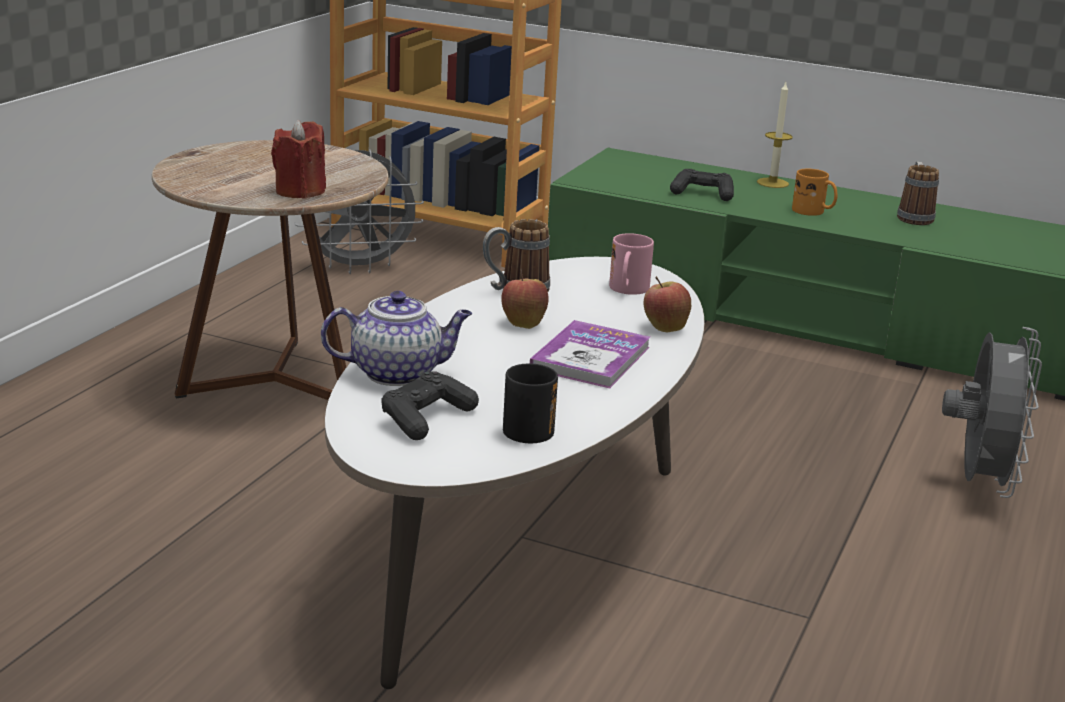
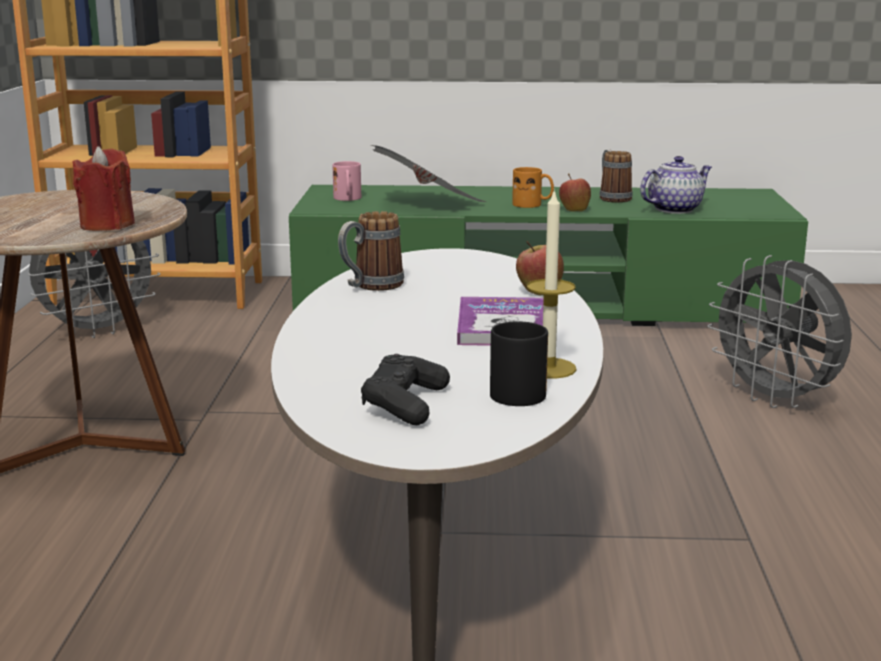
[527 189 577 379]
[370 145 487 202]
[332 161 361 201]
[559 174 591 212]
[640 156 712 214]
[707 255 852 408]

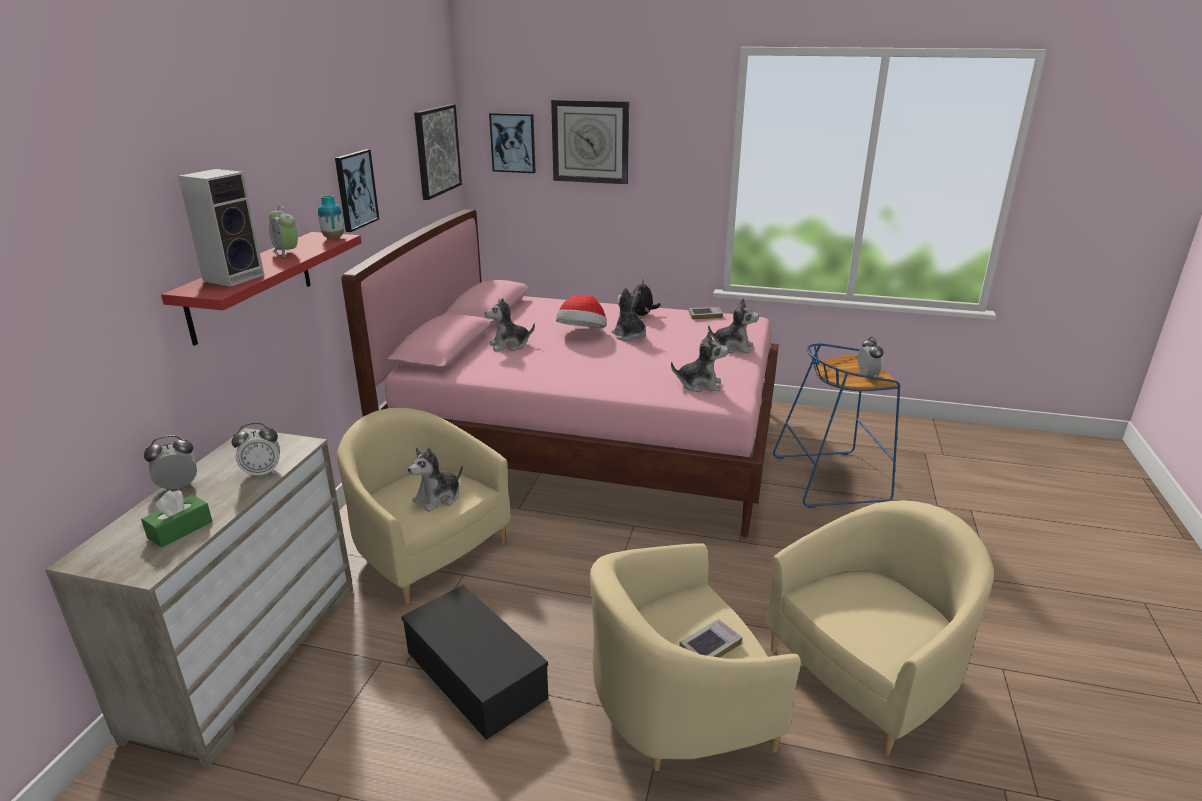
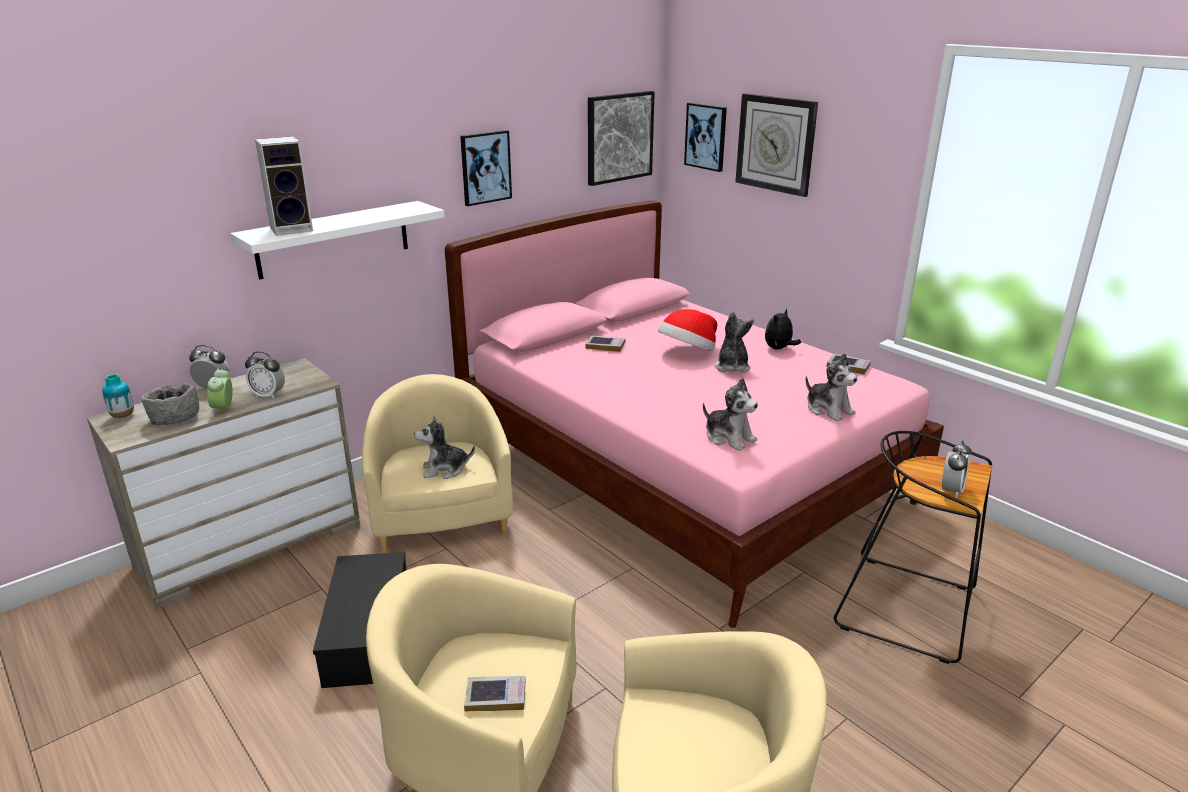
[102 374 134 418]
[207 368 233 417]
[230 201 445 280]
[585 335 625 352]
[834 431 992 664]
[142 384 199 426]

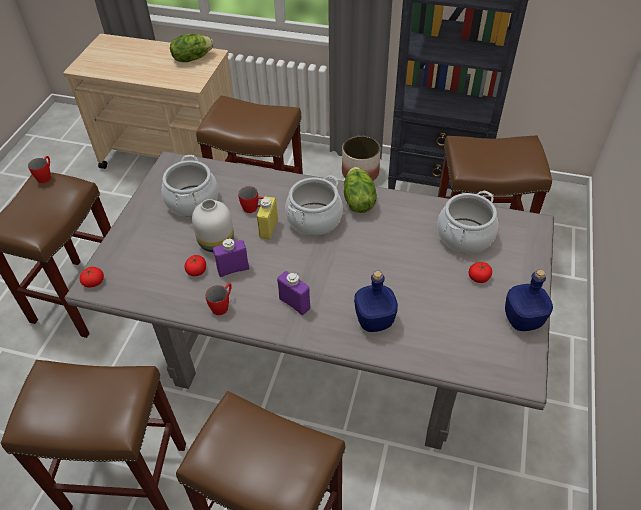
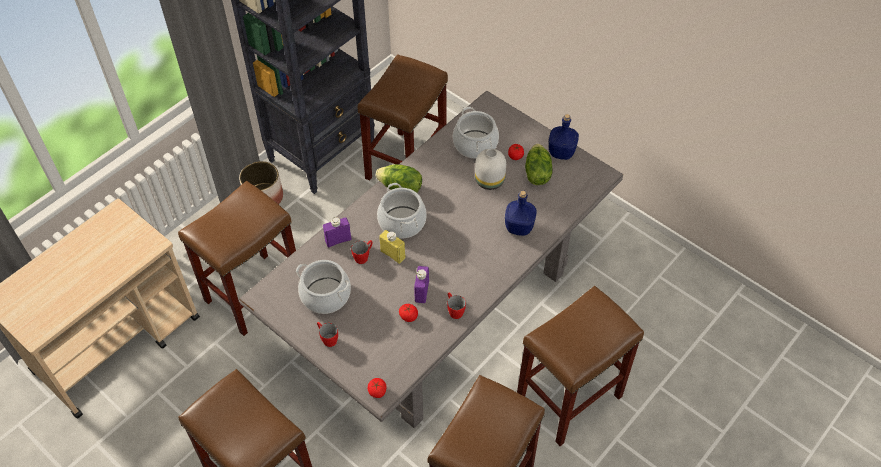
[525 144 553 185]
[317 322 338 347]
[475 149 506 190]
[323 217 351 248]

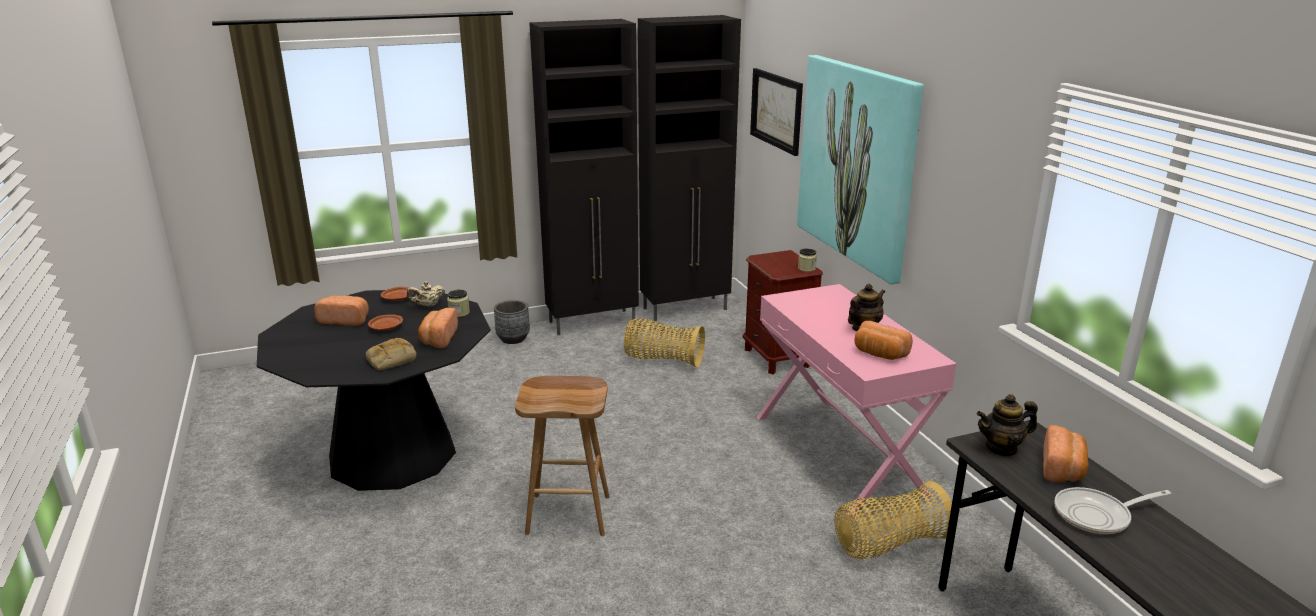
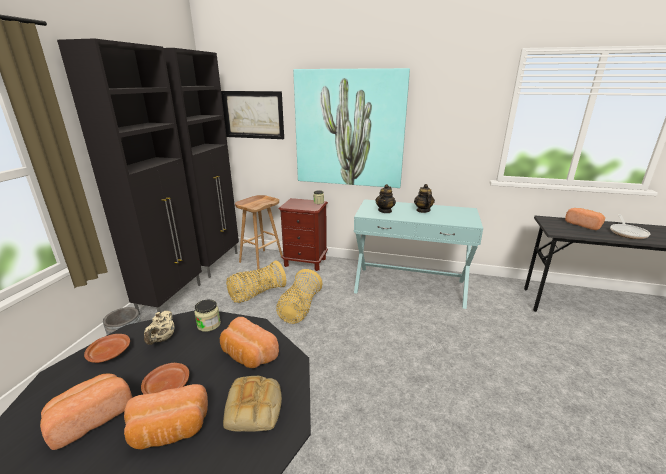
[354 199 483 309]
[124 384 208 449]
[235 195 283 271]
[375 184 396 213]
[276 269 323 324]

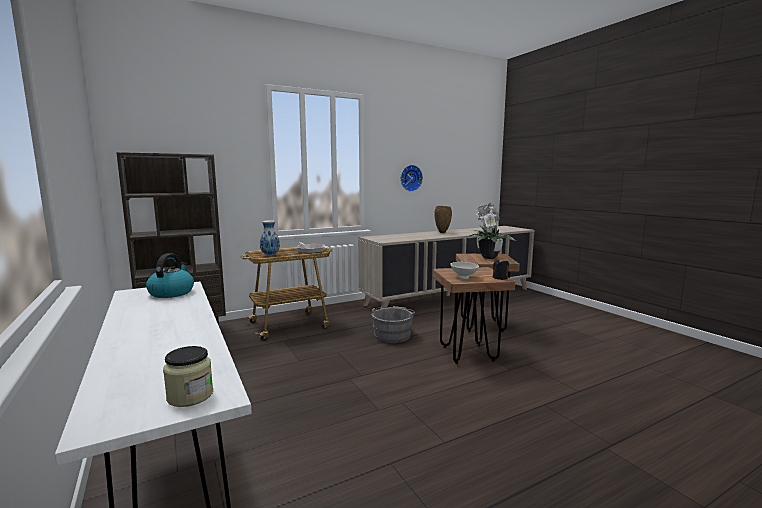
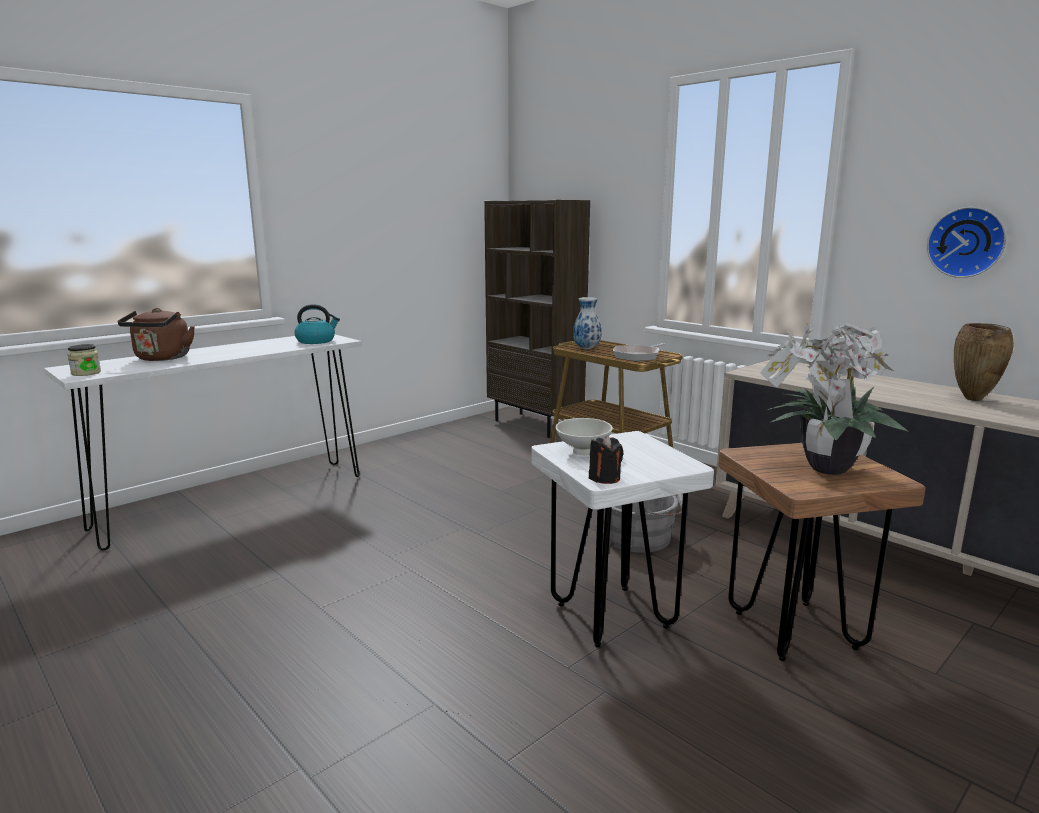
[531 431 714 647]
[118 308 195 361]

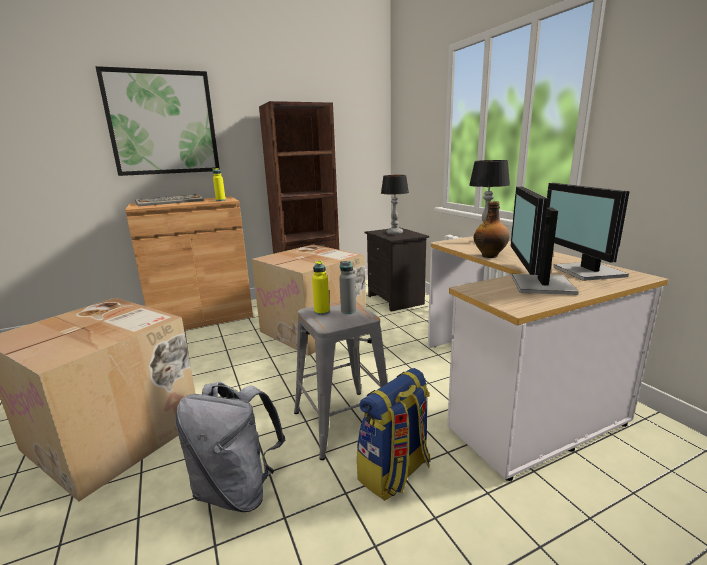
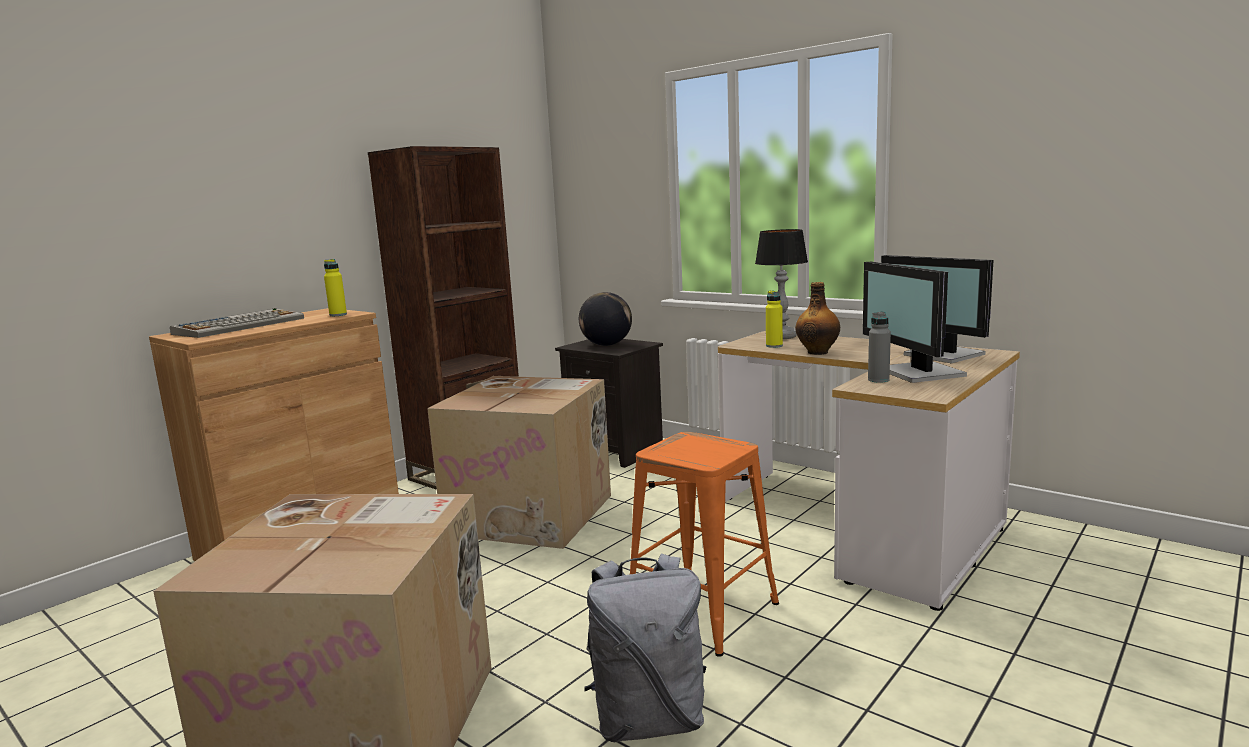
[95 66 220 176] (first image)
[579 292 632 346]
[766 290 783 348]
[868 311 891 382]
[630 432 779 657]
[357 368 431 501] (first image)

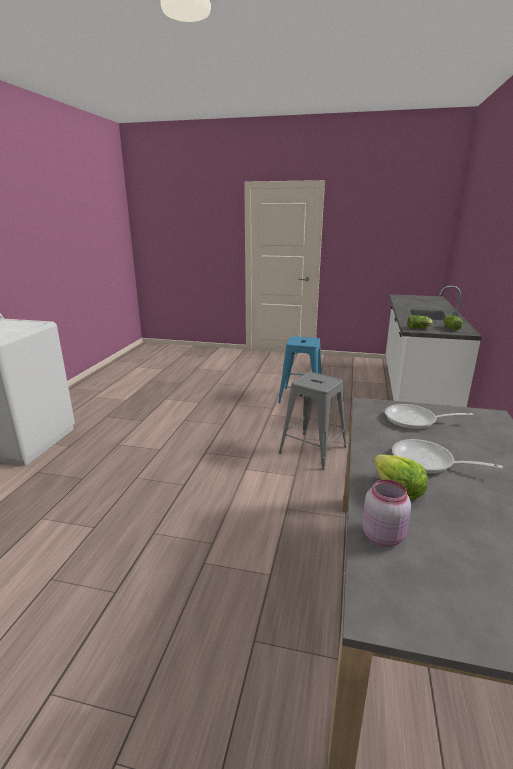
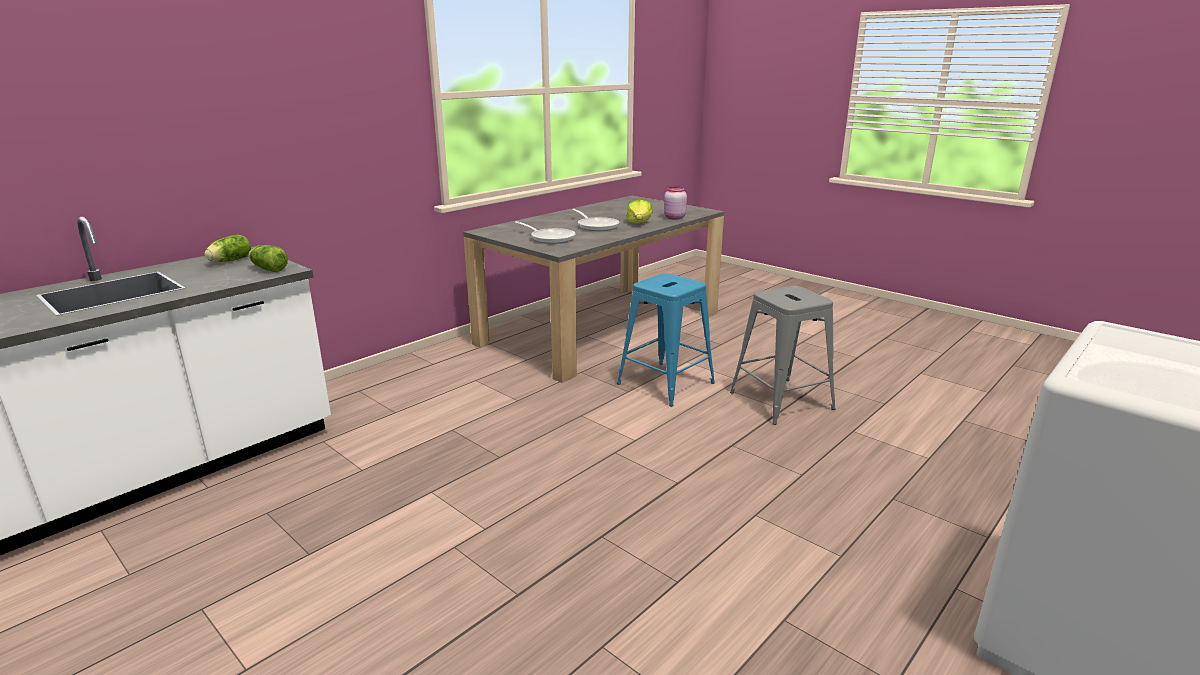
[617 273 715 406]
[730 286 836 425]

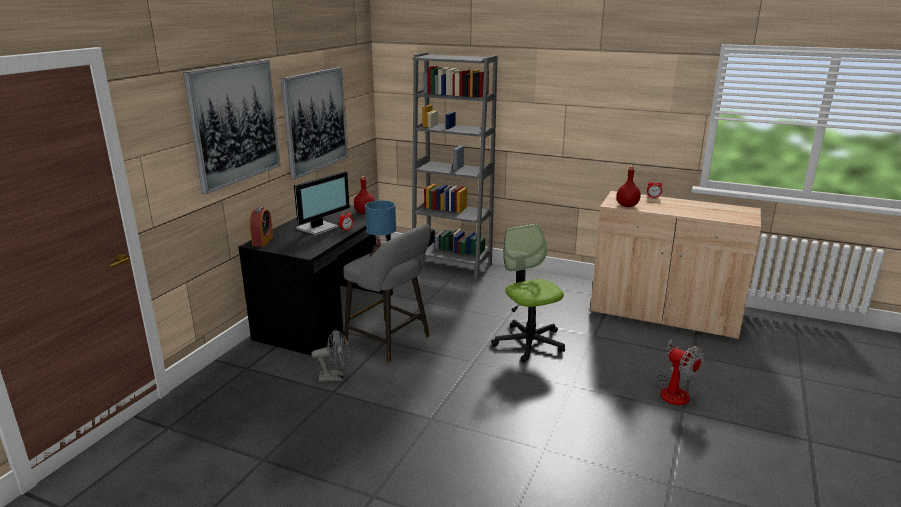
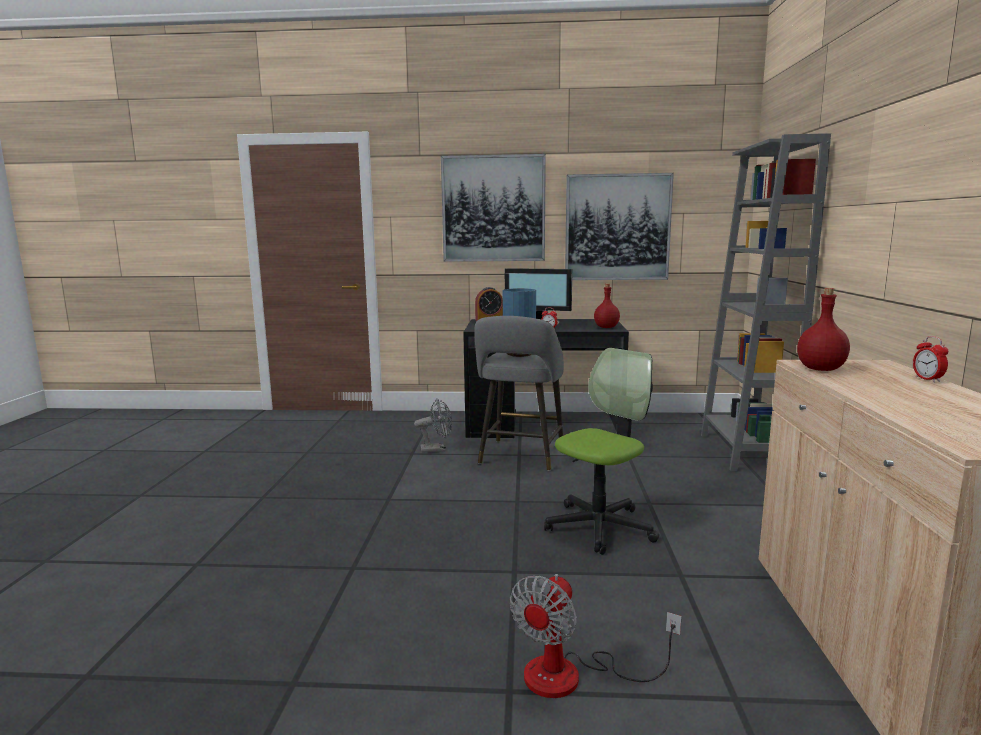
[414 398 452 453]

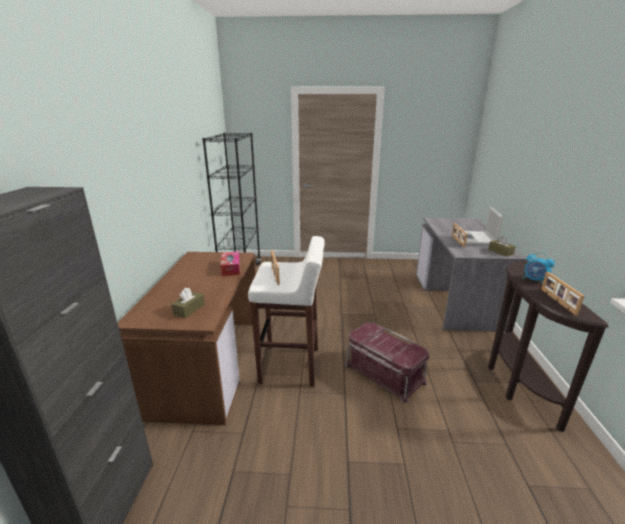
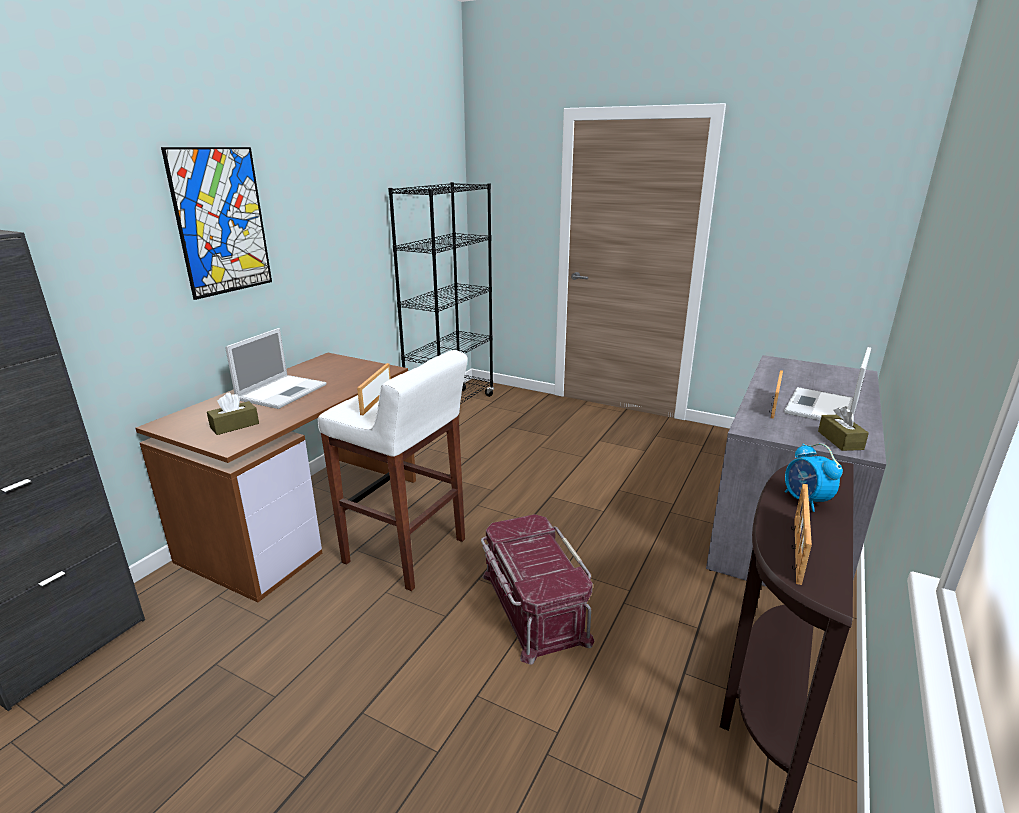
[220 252 240 276] (first image)
[161 147 272 300]
[225 328 326 409]

